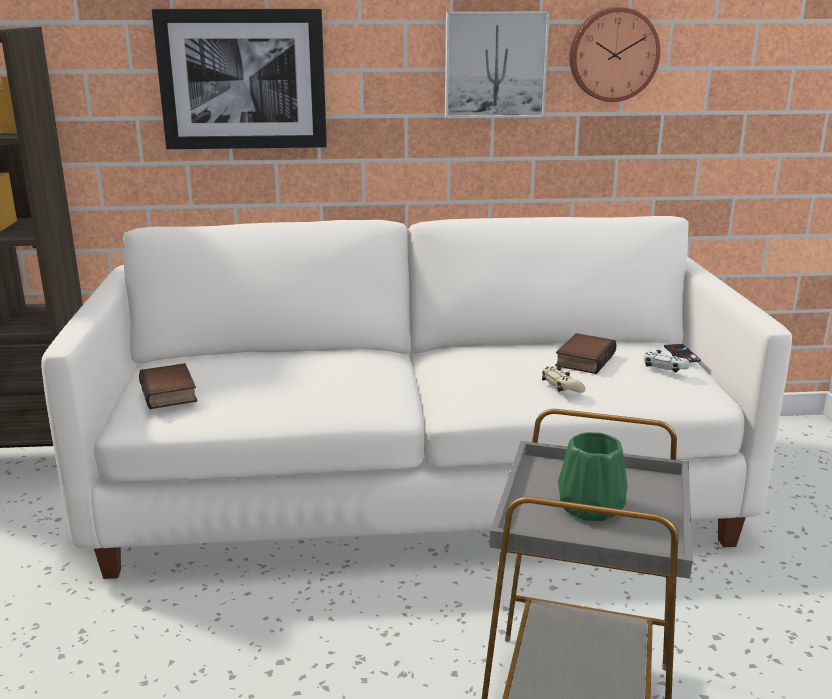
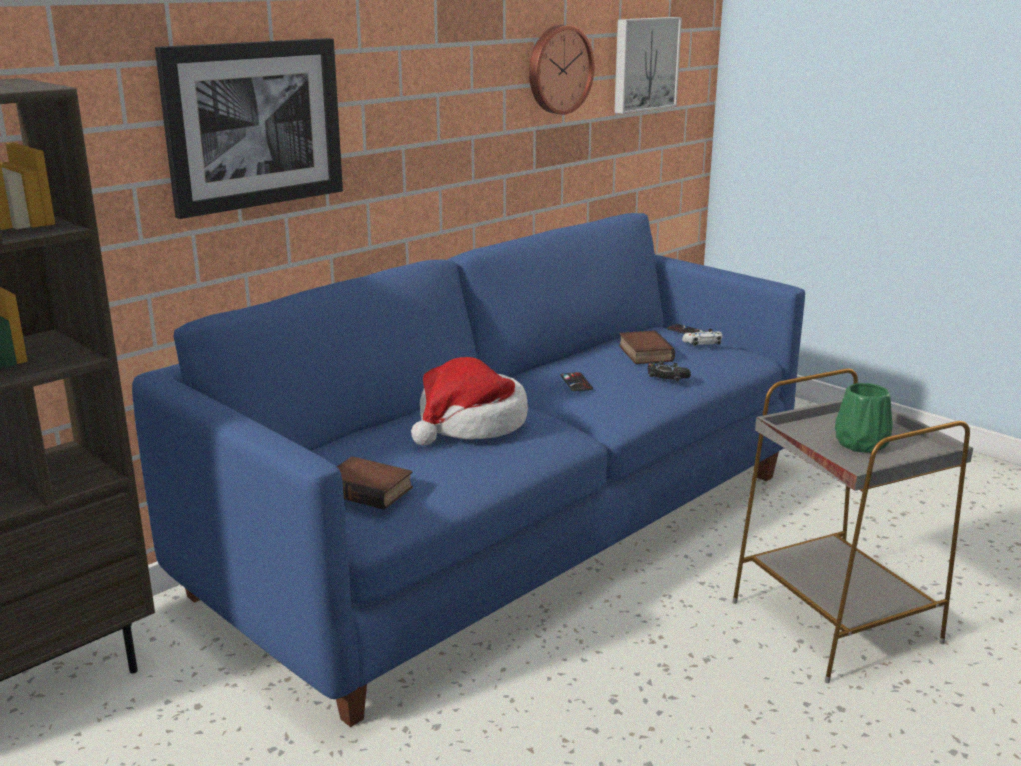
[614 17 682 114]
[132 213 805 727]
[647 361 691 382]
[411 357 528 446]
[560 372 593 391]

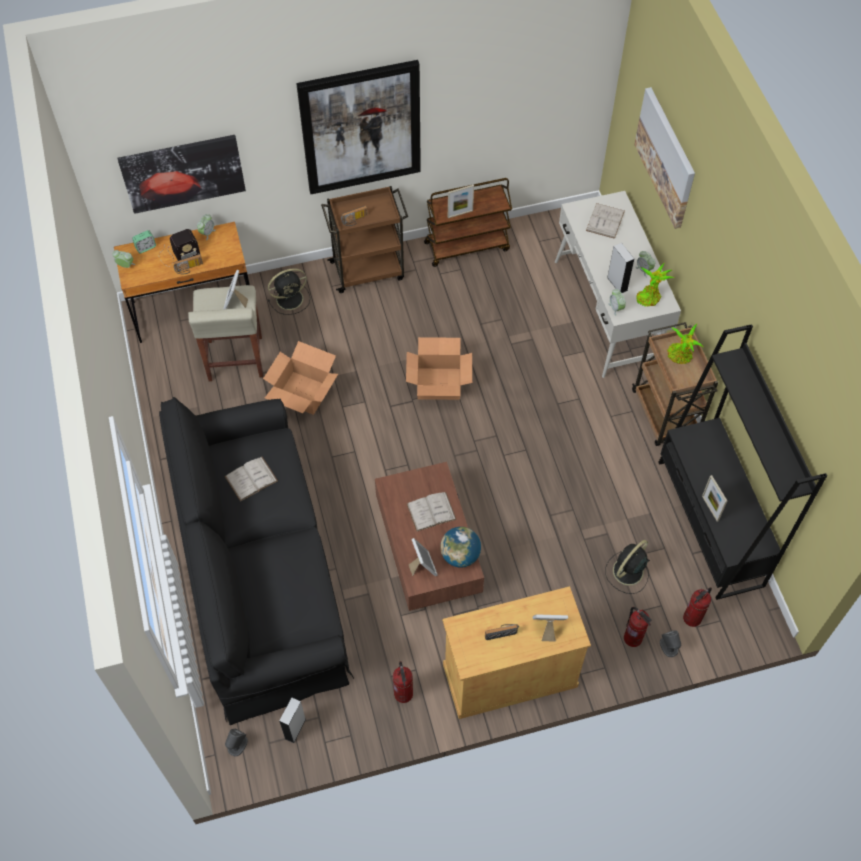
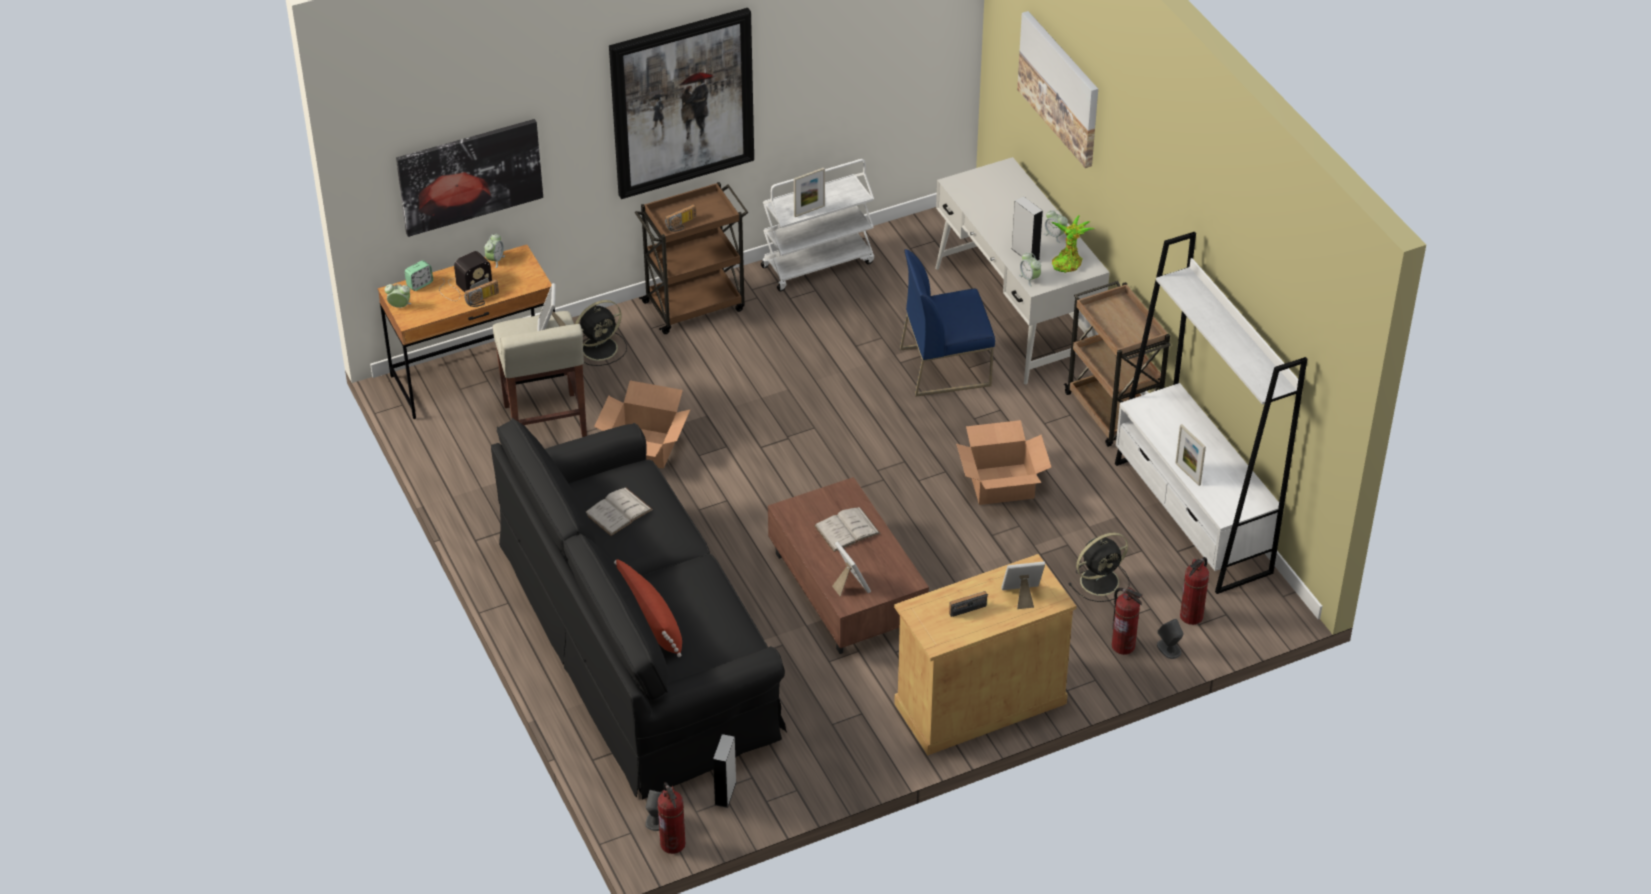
[761 159 874 291]
[586 203 625 239] (first image)
[667 323 704 364] (first image)
[1115 232 1307 594]
[956 420 1052 505]
[440 527 481 568] (first image)
[1068 532 1130 602]
[658 782 685 854]
[900 249 995 397]
[614 559 682 657]

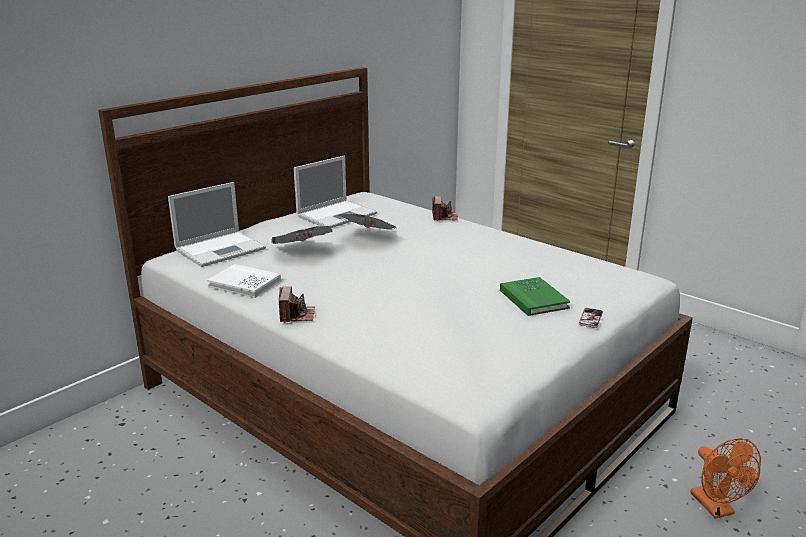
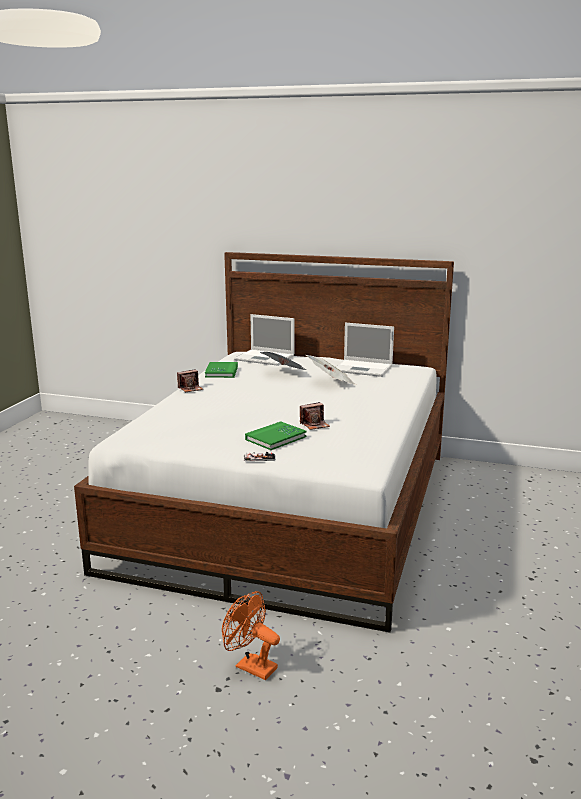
[300 402 330 430]
[205 362 238 378]
[222 591 280 680]

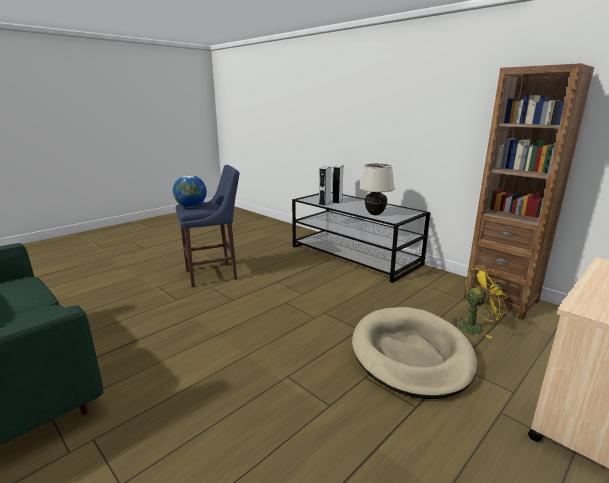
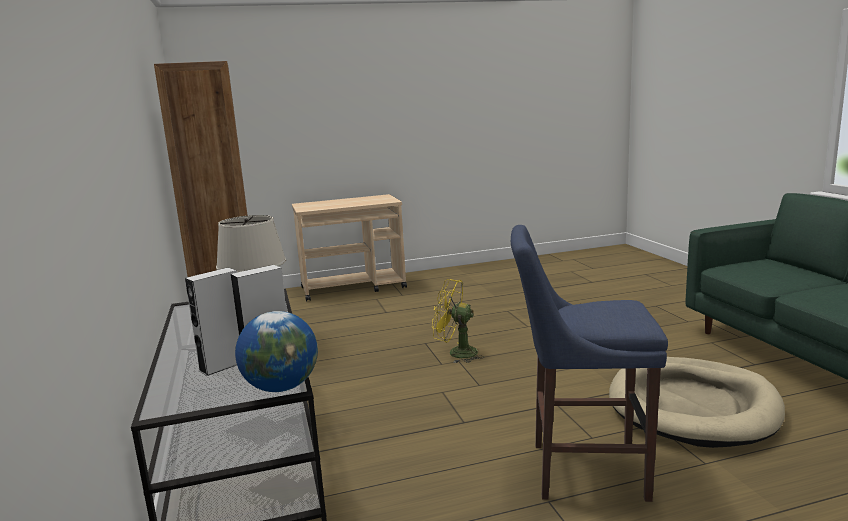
[235 311 318 392]
[432 279 484 363]
[609 357 785 448]

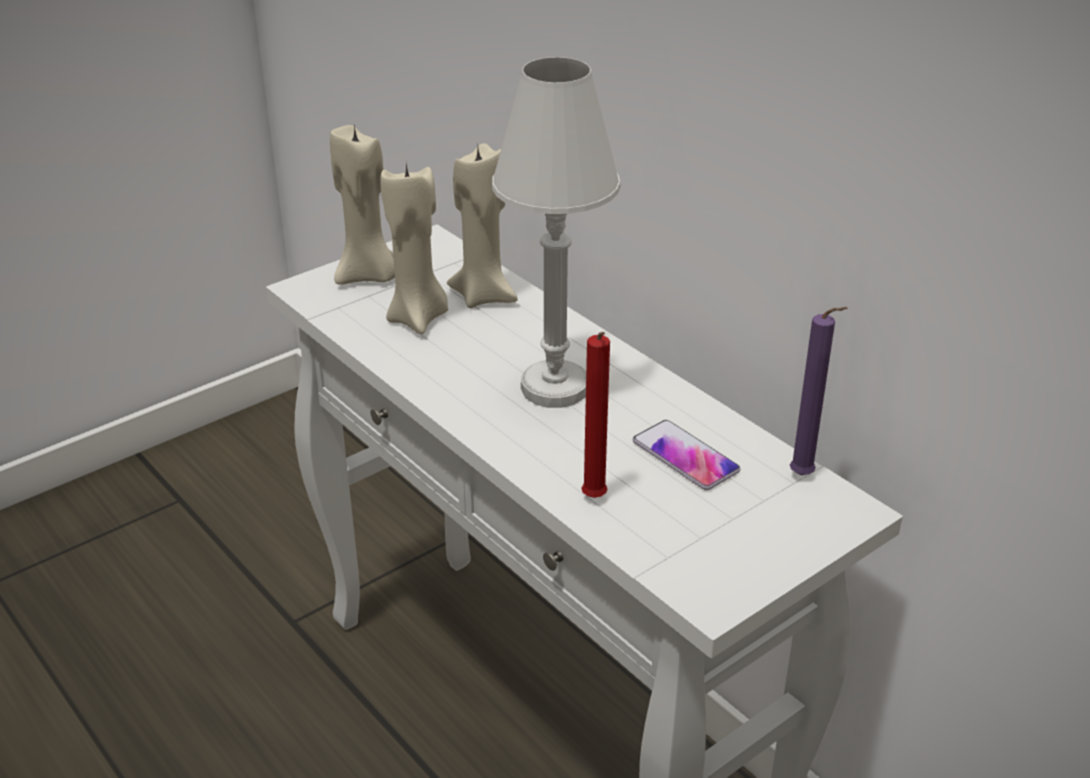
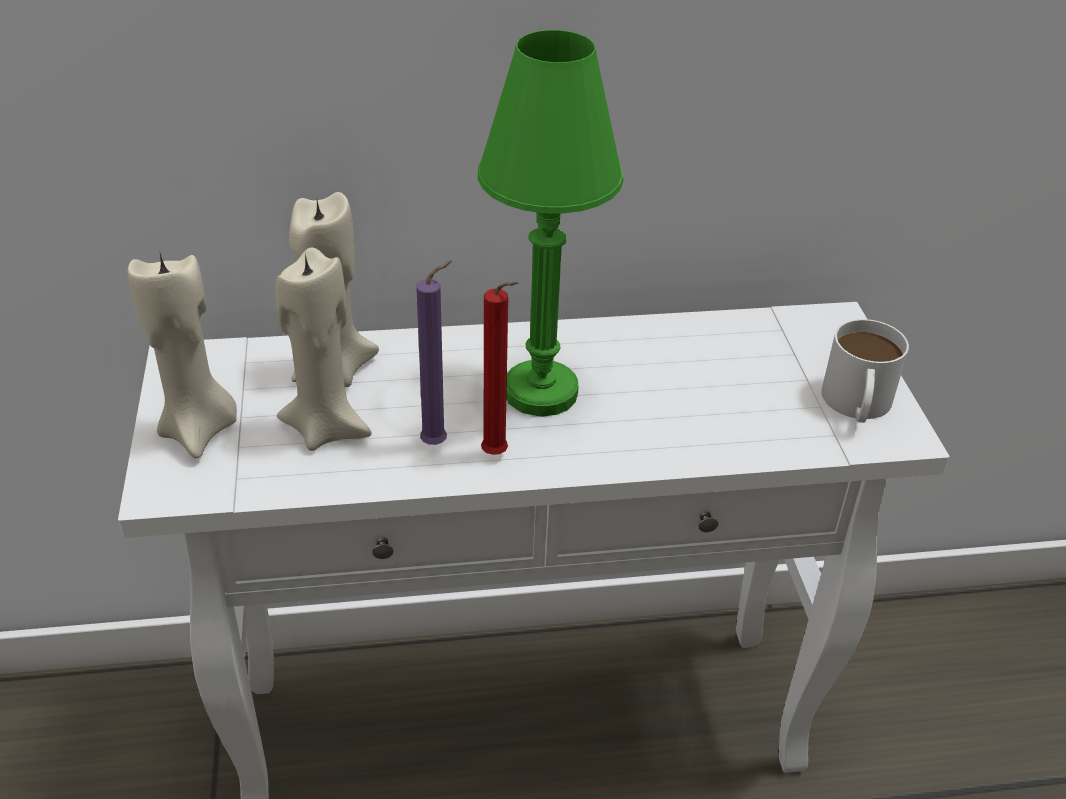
[478 30 623 417]
[416 260 452 445]
[481 281 519 455]
[633 420 741 490] (first image)
[821 319 909 423]

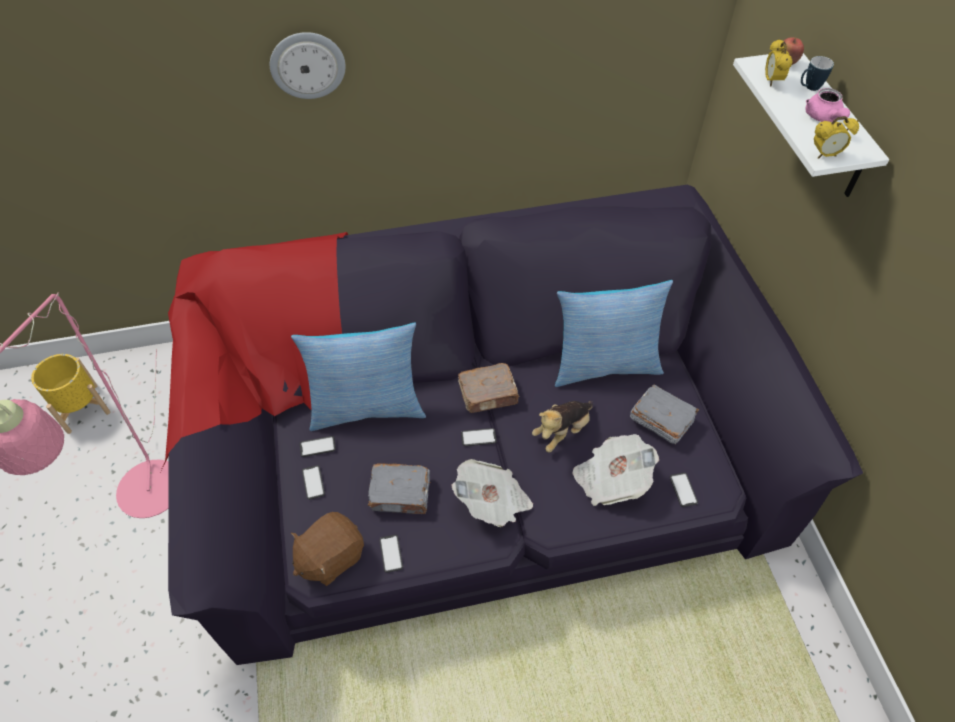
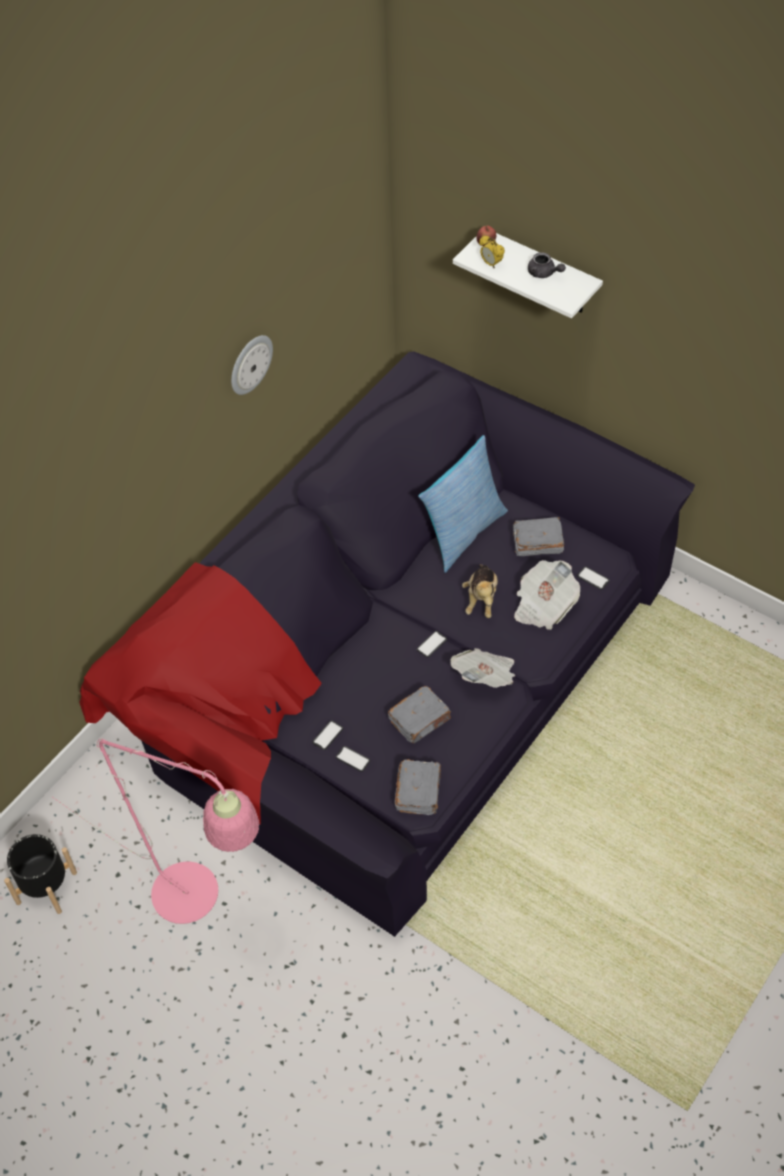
[231 335 273 395]
[801 56 834 91] (first image)
[528 252 566 278]
[814 116 859 158] (first image)
[291 322 426 431] (first image)
[4 834 77 914]
[458 363 520 413] (first image)
[395 759 441 815]
[379 535 403 573] (first image)

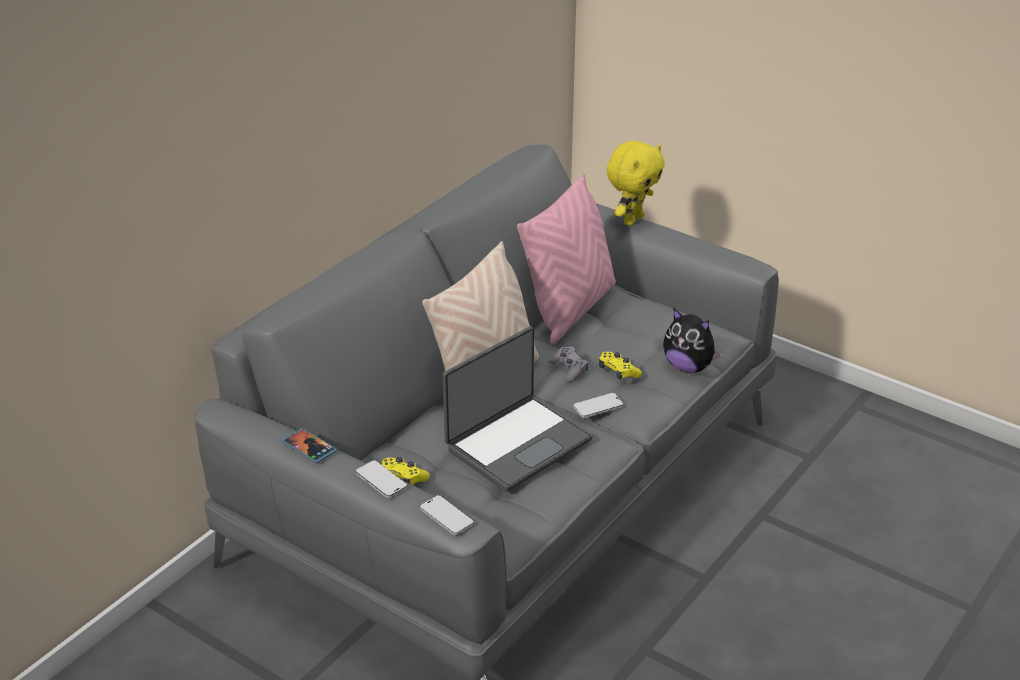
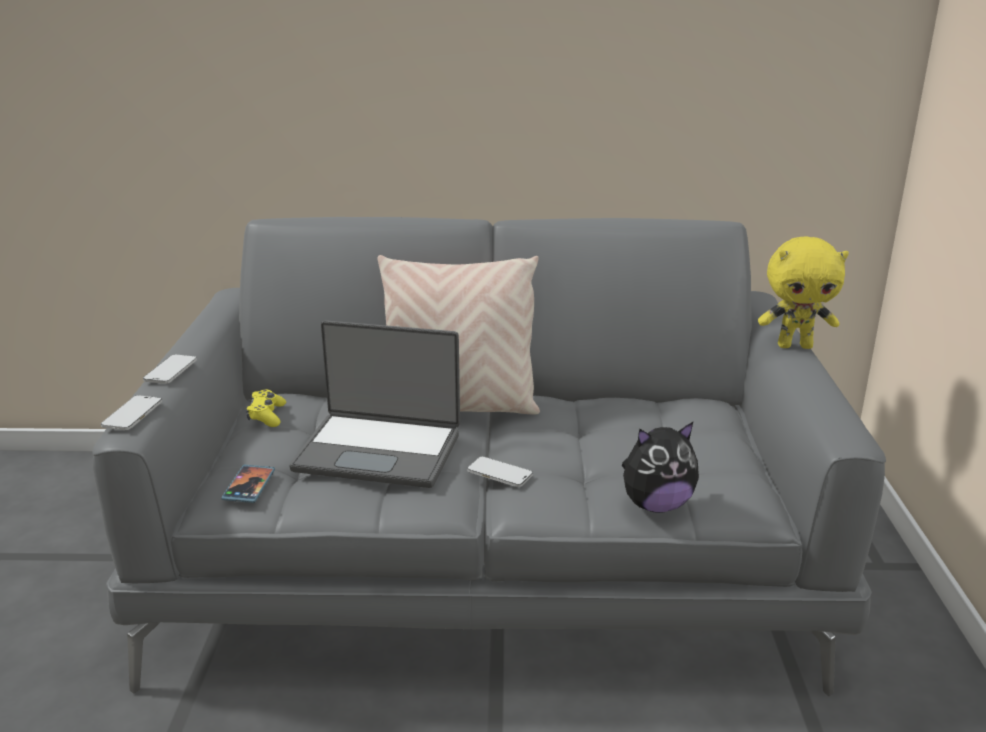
[517 173 616 345] (first image)
[621 422 699 513]
[548 347 588 383] (first image)
[599 352 642 380] (first image)
[221 465 275 503]

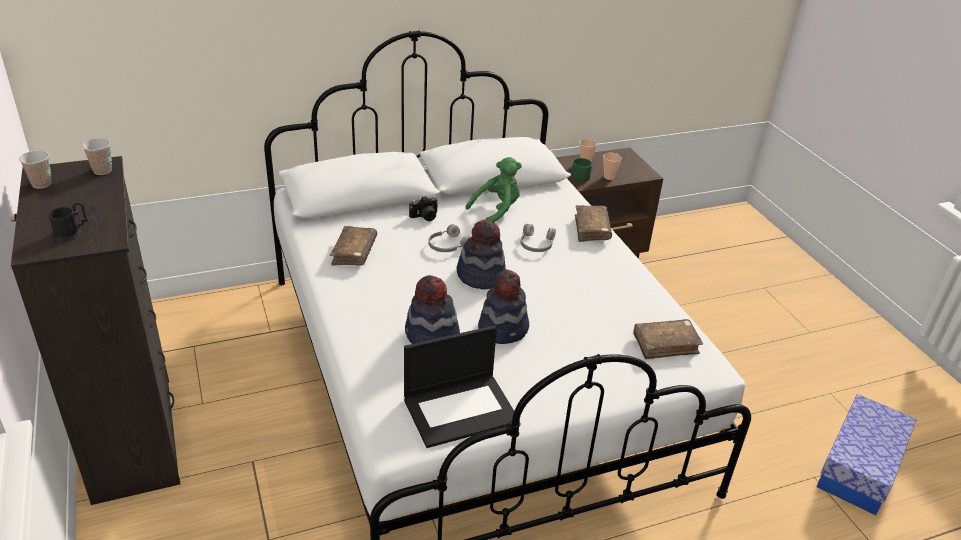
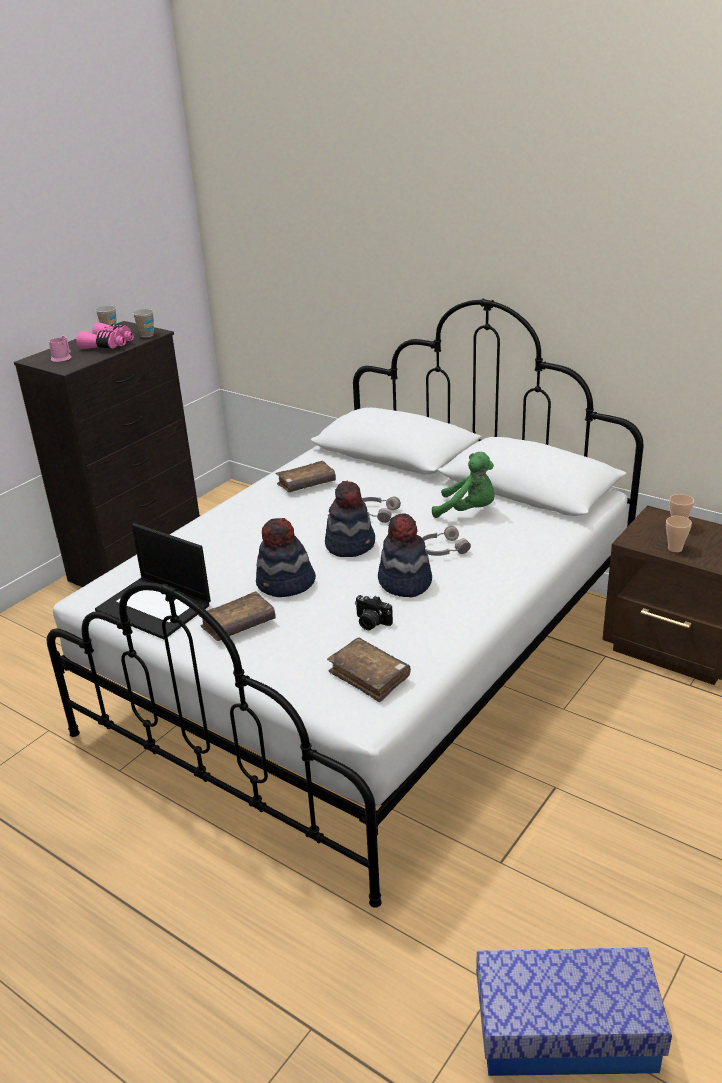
[572 158 592 182] (first image)
[355 595 393 630]
[49 336 71 362]
[199 591 276 641]
[378 513 432 597]
[76 322 134 349]

